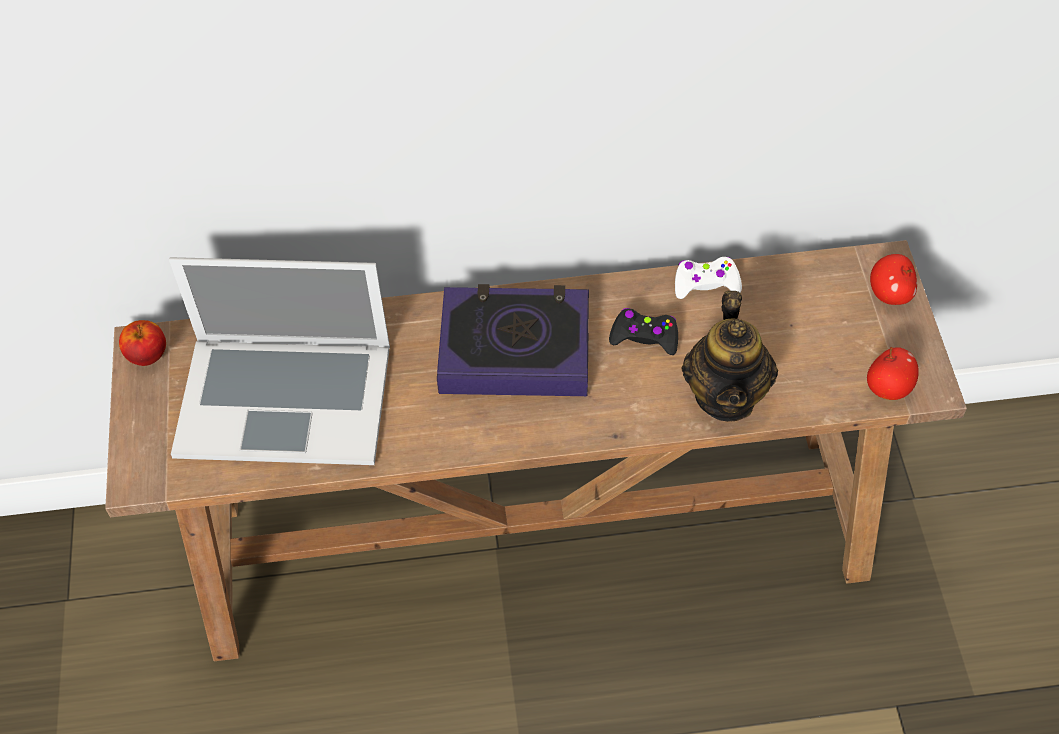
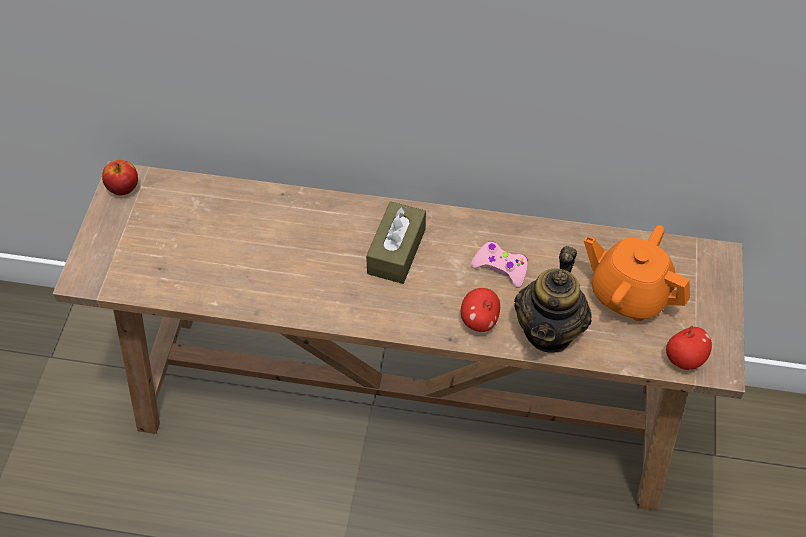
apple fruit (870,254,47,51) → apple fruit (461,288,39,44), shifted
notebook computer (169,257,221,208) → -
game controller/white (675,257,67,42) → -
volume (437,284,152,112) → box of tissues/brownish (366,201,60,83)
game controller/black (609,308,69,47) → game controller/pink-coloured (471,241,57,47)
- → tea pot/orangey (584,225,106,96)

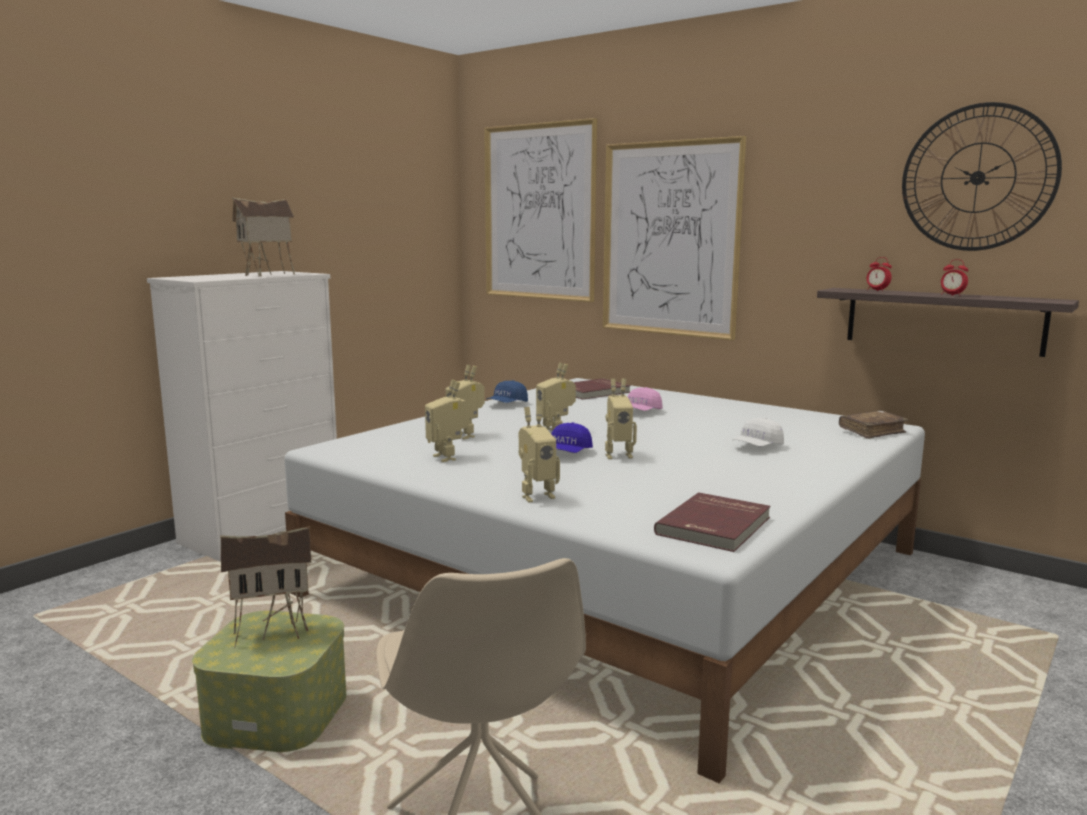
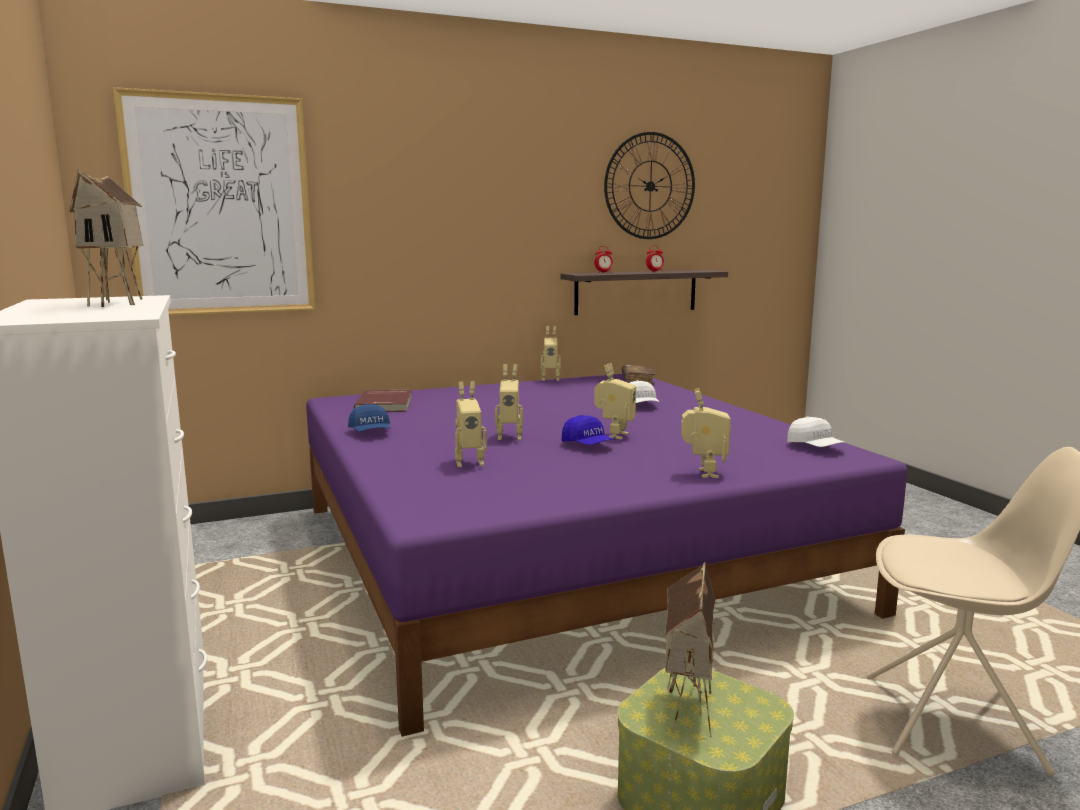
picture (603,136,143,204) → -
sleeping bed/white (285,378,640,405) → sleeping bed/purple-coloured (306,374,601,363)
model robot (425,380,45,82) → model robot (541,326,20,55), shifted
peaked cap/pink-coloured (628,387,34,24) → -
volume/red-coloured (654,492,117,60) → peaked cap/white (787,416,59,31)

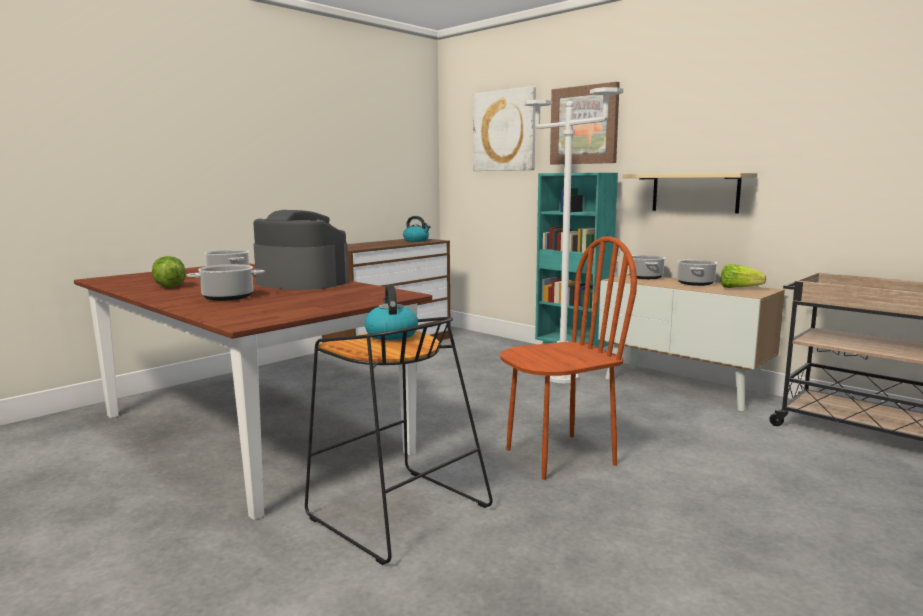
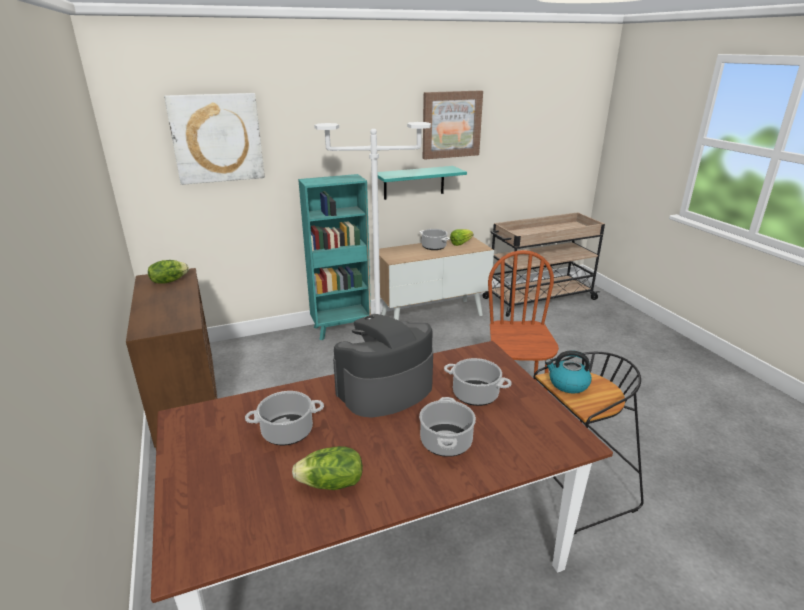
picture (550,82,70,83) → picture (423,90,60,70), shifted
shelf/beige-coloured (623,173,134,40) → shelf/blue-green (378,166,89,34)
kettle (403,216,28,26) → head of lettuce (148,260,41,24)
saucepot (629,255,36,24) → saucepot (444,358,68,48), shifted

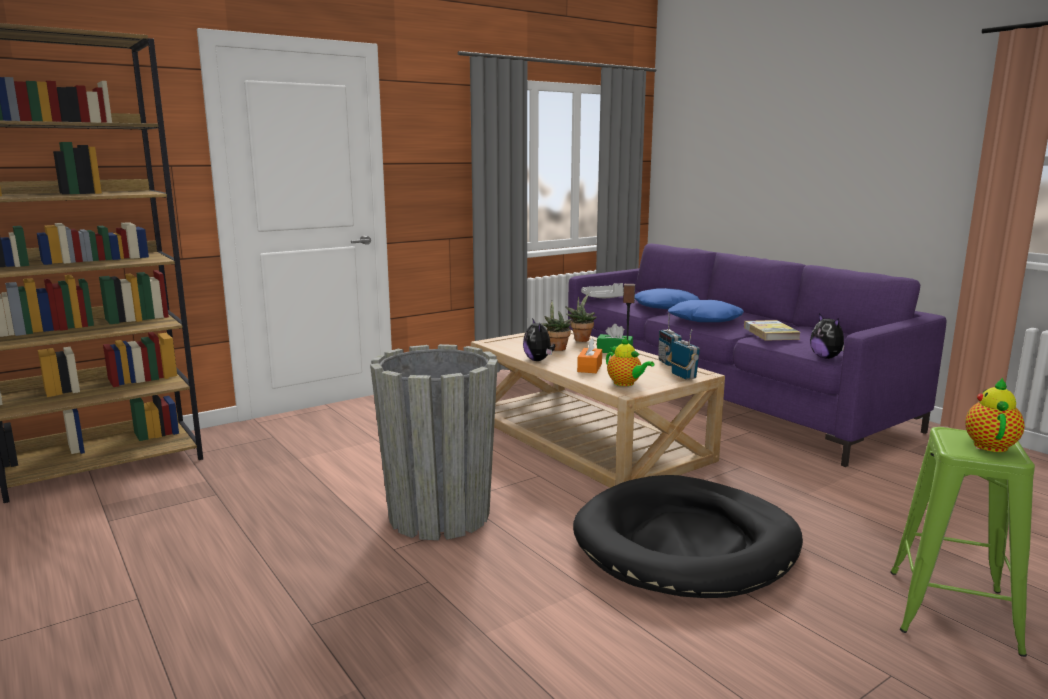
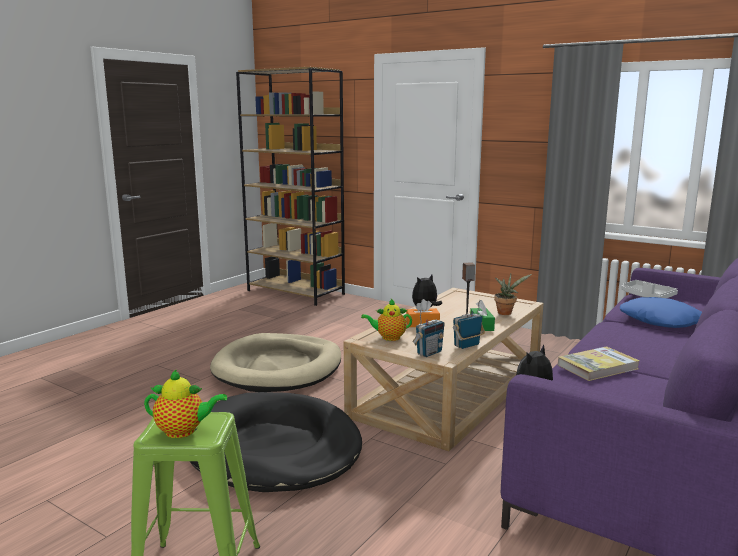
cushion/blue (668,300,76,22) → -
plant in a pot (541,301,31,50) → -
tea pot (606,338,48,48) → tea pot (361,299,51,42), 60 degrees clockwise
plant pot/gray (370,344,128,196) → pet bed/beige-coloured (210,333,131,59)

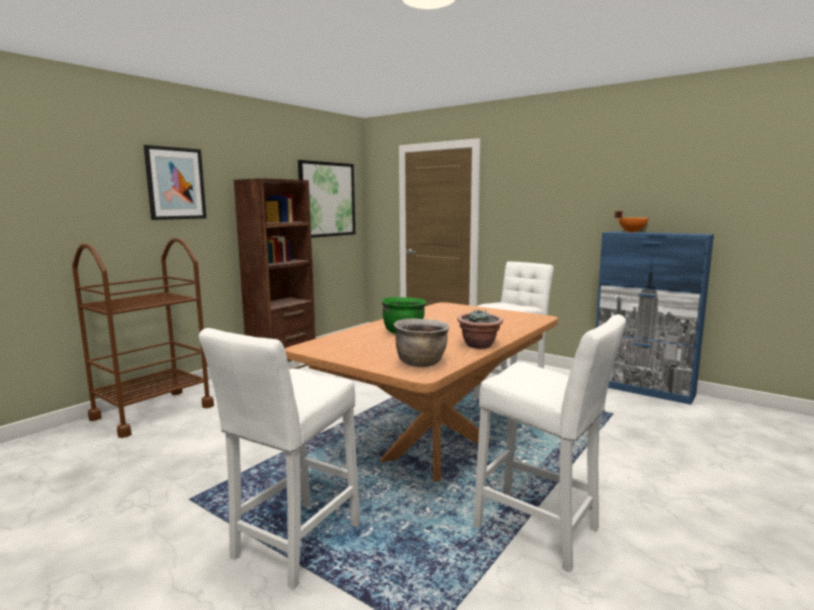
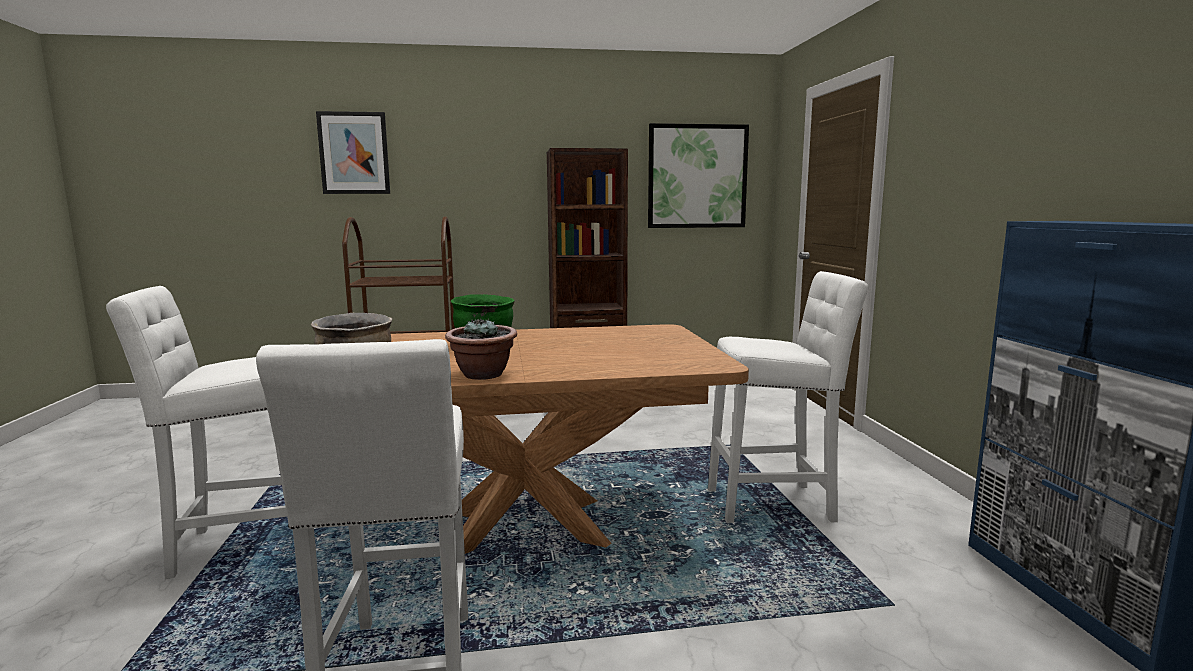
picture (144,145,63,75) → picture (316,111,74,83), shifted
saucepot/orangey (614,211,35,22) → -

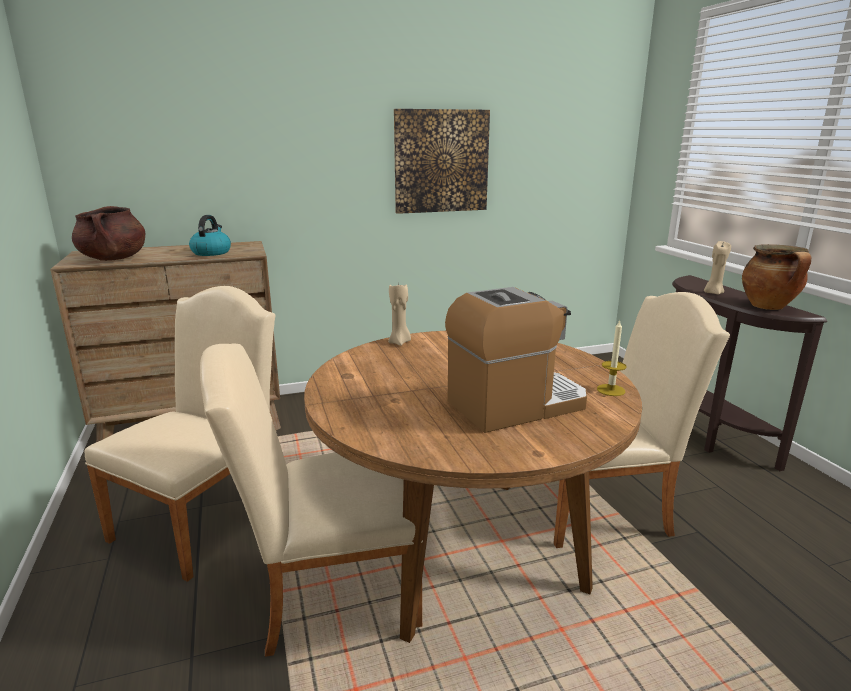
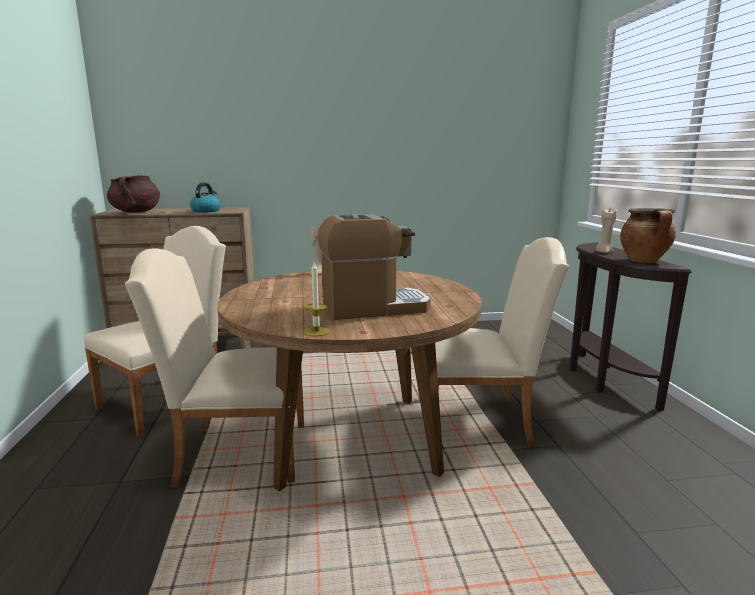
picture (394,109,96,105) → -
wax light (597,319,30,77) → wax light (303,262,27,74), shifted

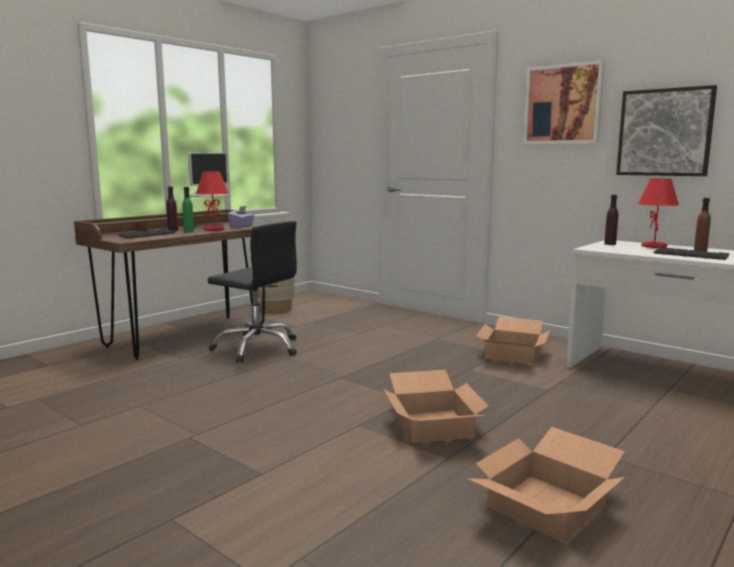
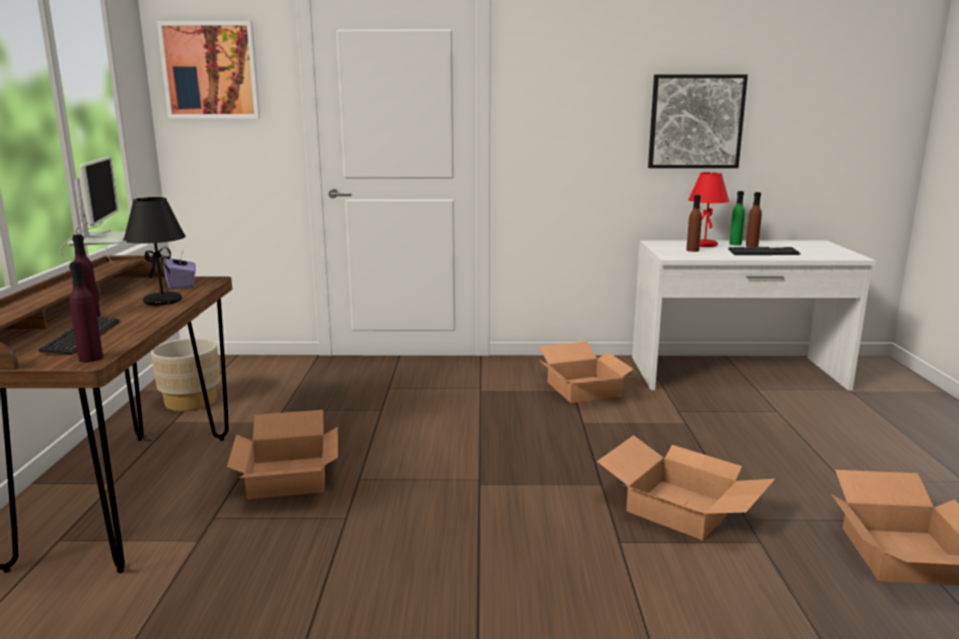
picture (523,60,82,85) → picture (157,21,103,97), shifted
lamp for a table/red-coloured (196,171,33,60) → lamp for a table/black (123,197,63,108)
beverage bottle/green (182,187,12,45) → beverage bottle/green (729,191,16,55), shifted
beverage bottle/purple-coloured (604,195,14,50) → beverage bottle/purple-coloured (69,261,34,101), shifted
computer chair/black (208,221,89,142) → packing box (227,410,111,89)
- → beverage bottle/brownish (686,195,16,57)

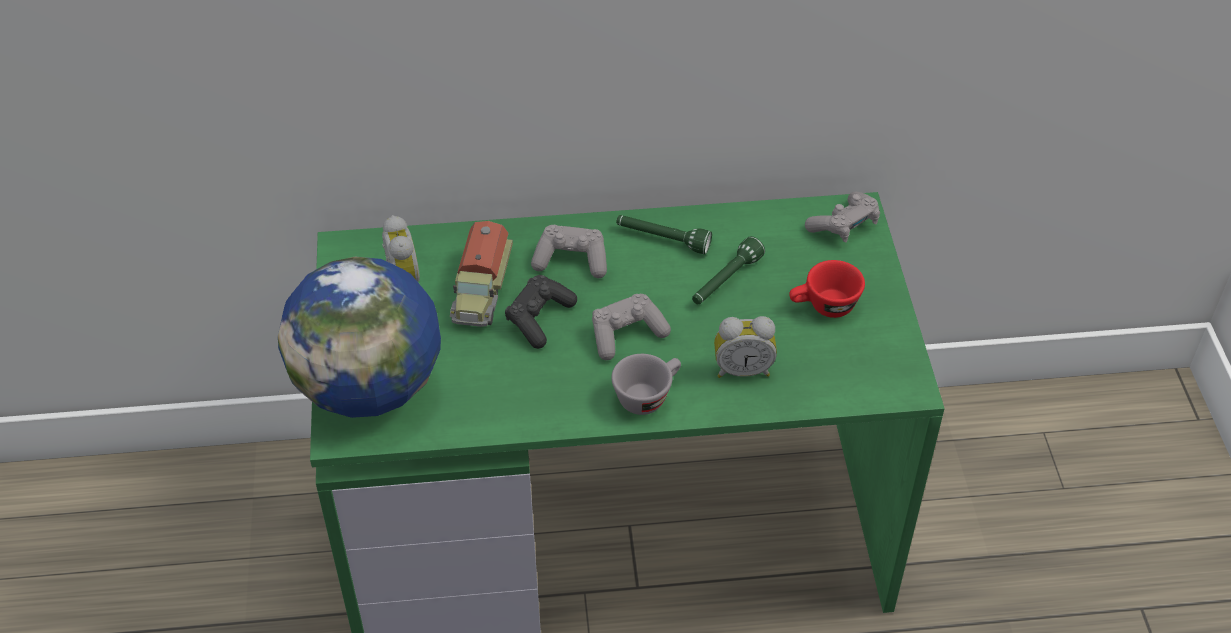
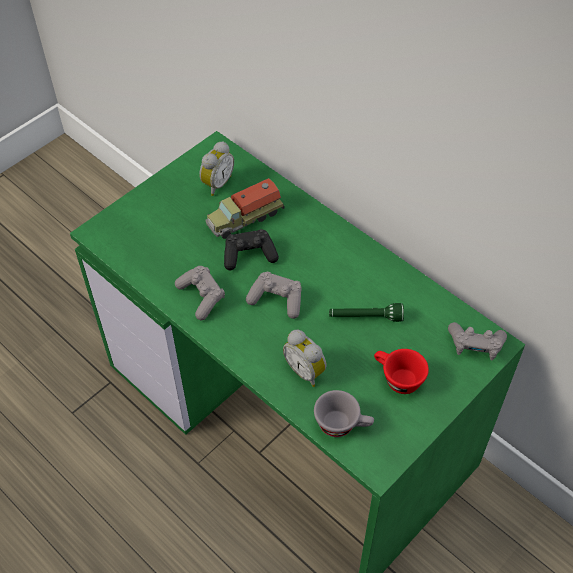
torch/green (616,215,96,39) → -
game controller/gray (531,225,76,53) → game controller/gray (175,266,50,54), shifted
desk globe (278,257,163,161) → -
cup/gray (611,354,70,61) → cup/gray (314,390,60,47), shifted

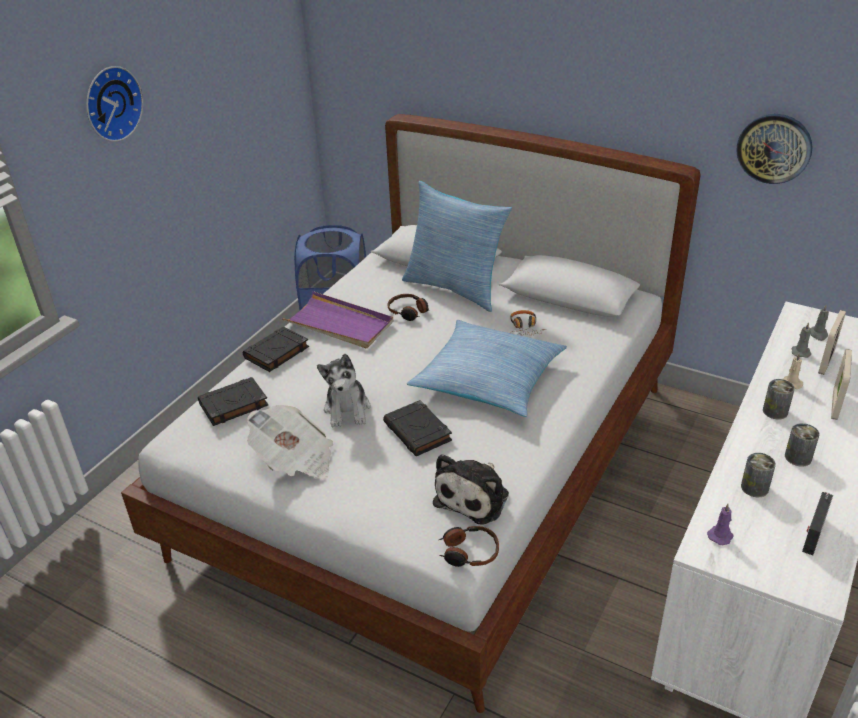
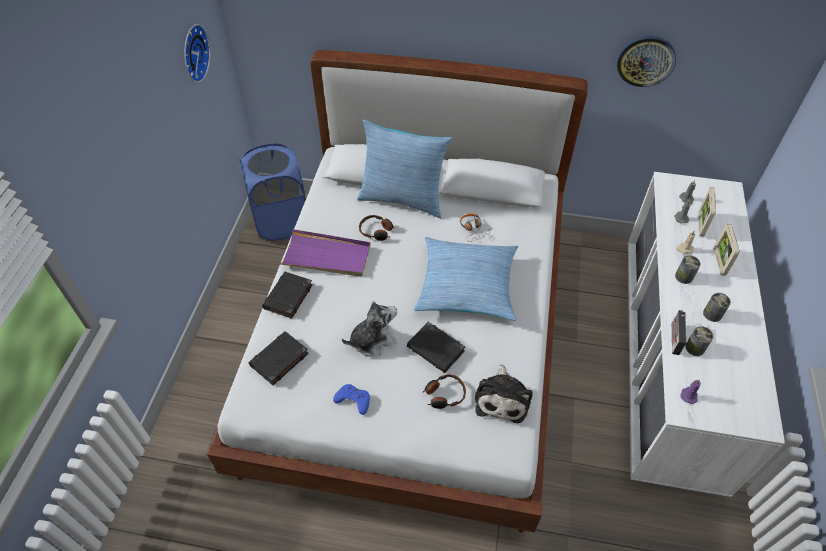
wall clock (86,66,57,76) → wall clock (184,24,26,59), shifted
cuddly toy (317,354,54,73) → cuddly toy (342,301,55,56), 90 degrees counterclockwise
newspaper (247,405,86,74) → game controller/blue (333,384,37,31)
radio (802,492,31,63) → radio (672,310,15,45), shifted
headset (439,526,60,41) → headset (422,374,44,35), shifted

